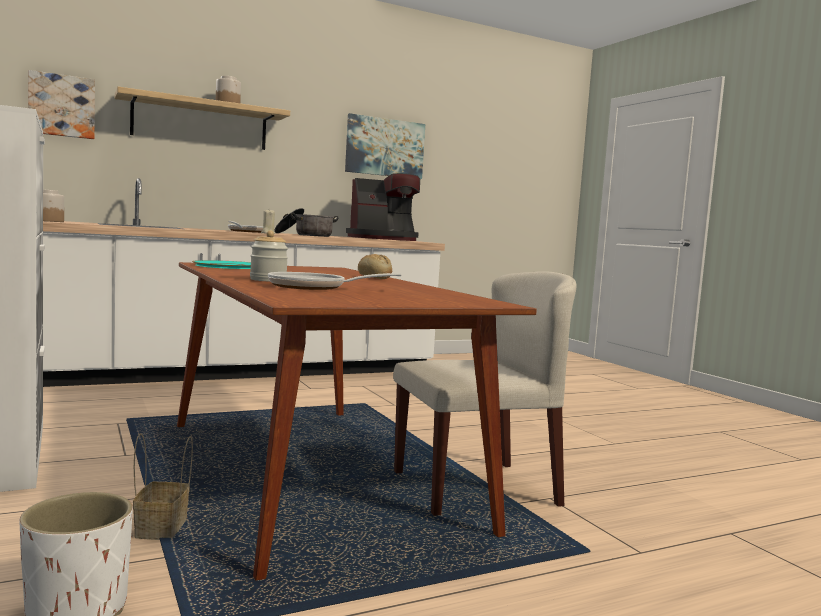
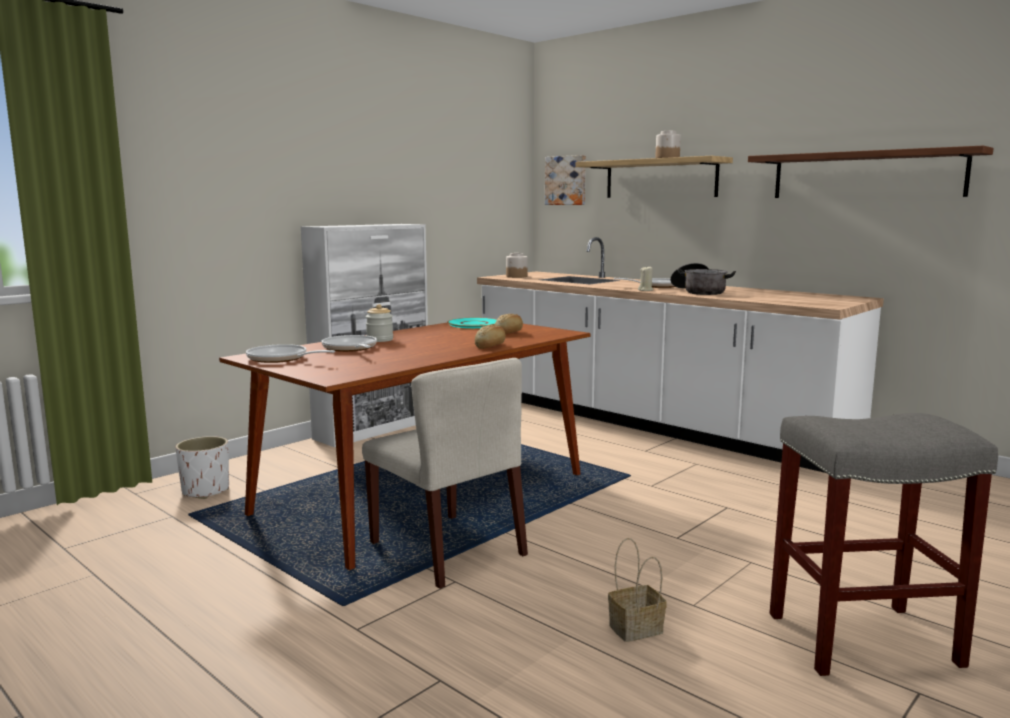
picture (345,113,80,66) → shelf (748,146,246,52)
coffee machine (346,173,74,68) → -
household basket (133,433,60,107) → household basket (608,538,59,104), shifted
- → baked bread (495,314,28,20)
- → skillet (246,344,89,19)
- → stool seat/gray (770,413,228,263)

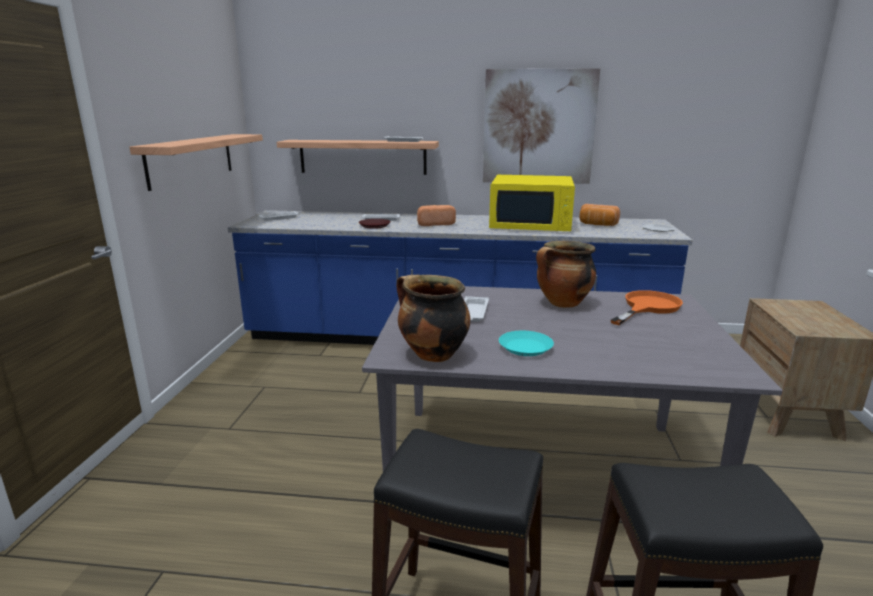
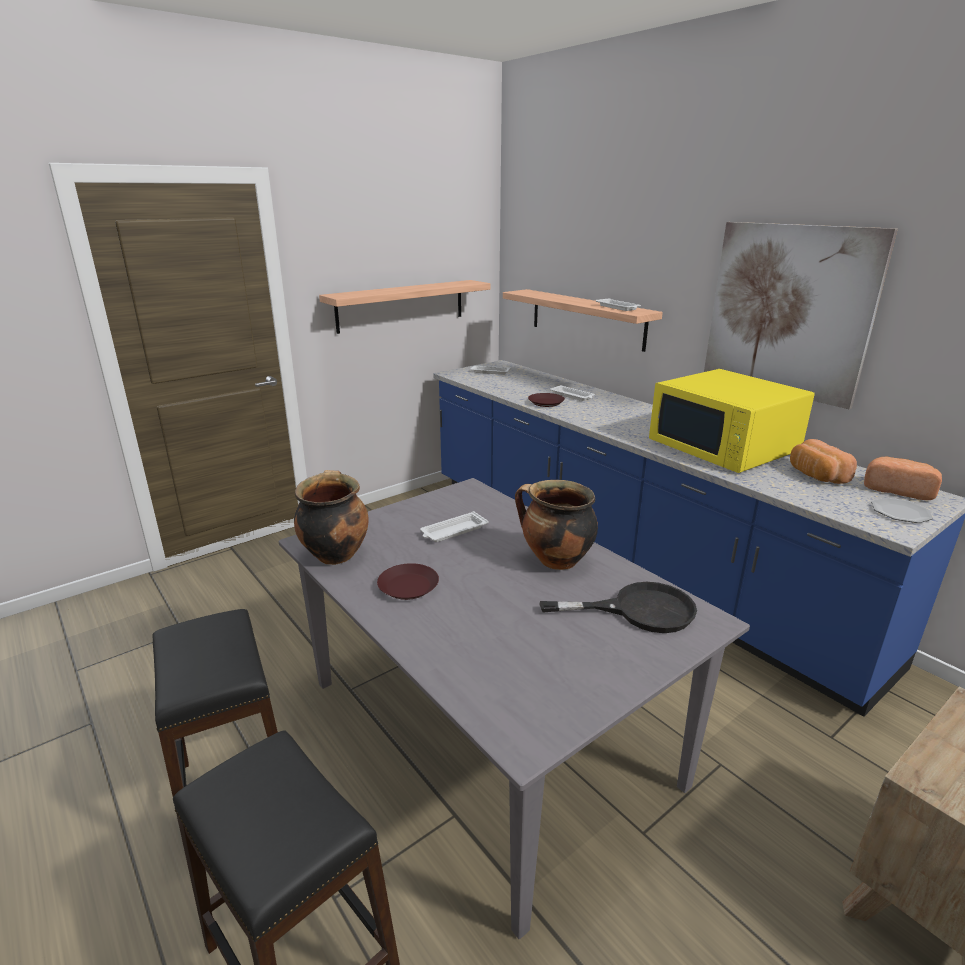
baked bread (417,205,39,21) → baked bread (864,457,78,43), shifted
skillet/orangey (611,290,72,35) → skillet/black (540,582,157,51)
flat dish/blue-green (499,331,55,25) → flat dish/brownish (377,563,62,37)

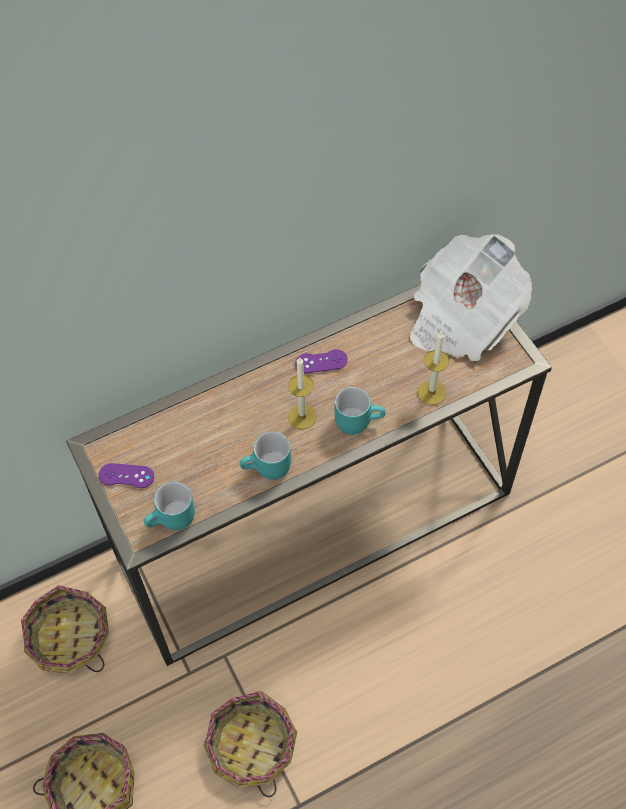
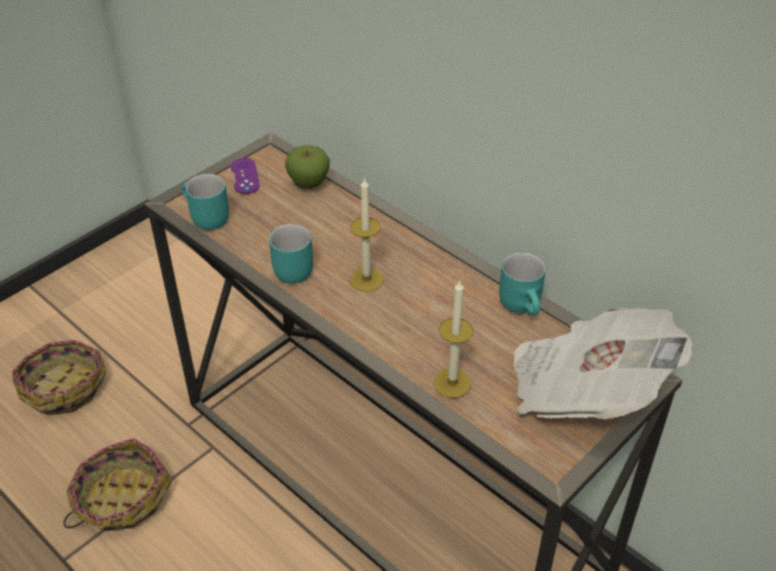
game controller/purple-coloured (295,349,53,24) → -
coffee mug/blue-green (335,387,51,48) → coffee mug/blue-green (499,252,47,64), shifted
household basket (21,585,88,89) → -
- → apple fruit (285,145,45,44)

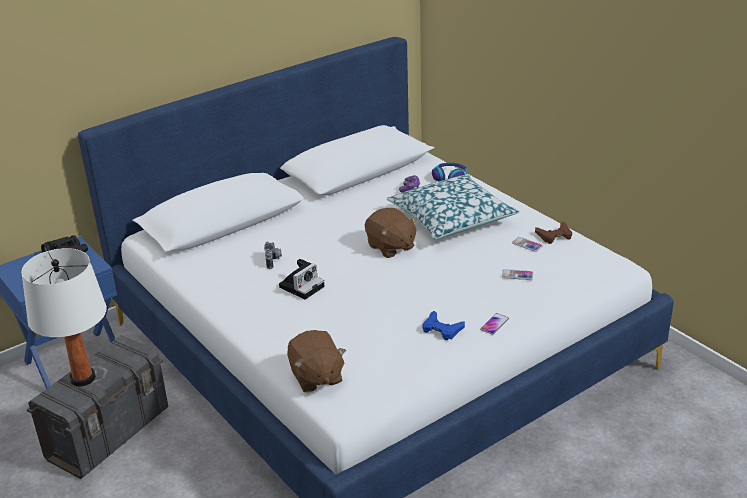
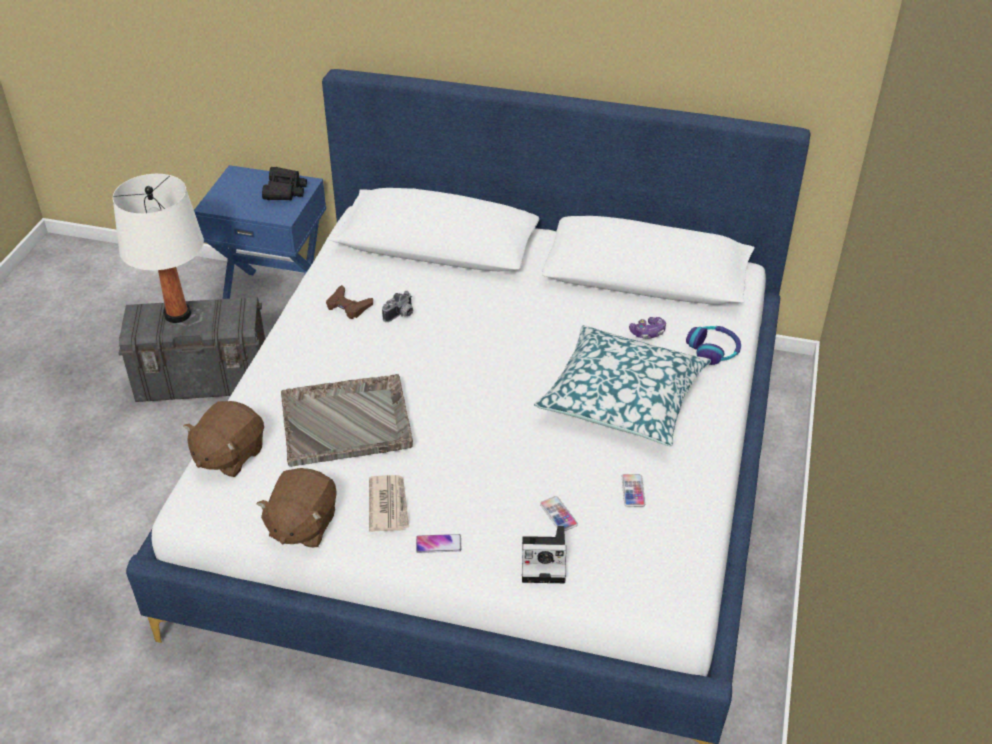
cuddly toy/brownish (365,208,52,50) → cuddly toy/brownish (256,468,81,80), shifted
game controller/brownish (535,221,37,23) → game controller/brownish (326,285,47,34), shifted
photo camera (279,259,45,41) → photo camera (522,526,45,57), shifted
game controller/blue (422,311,43,29) → newspaper (369,475,40,57)
- → serving tray/gray (281,374,132,93)

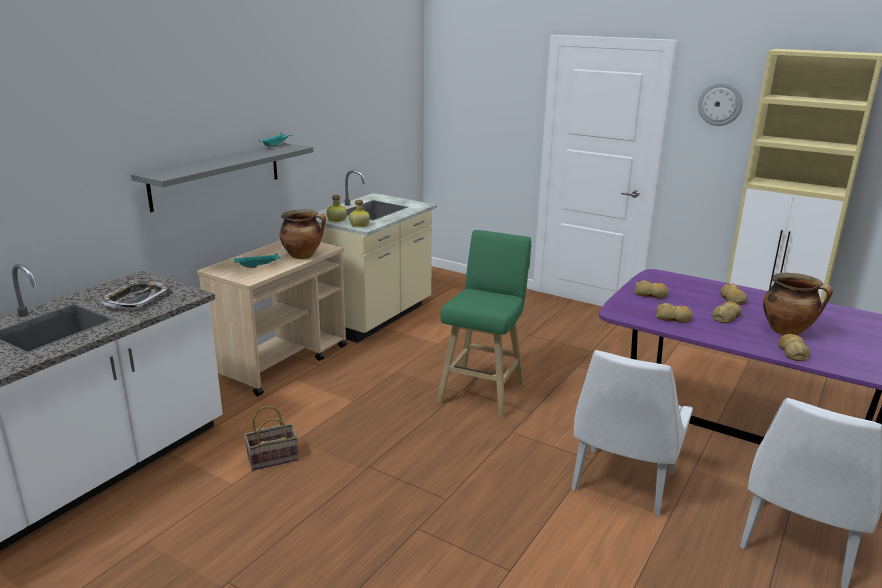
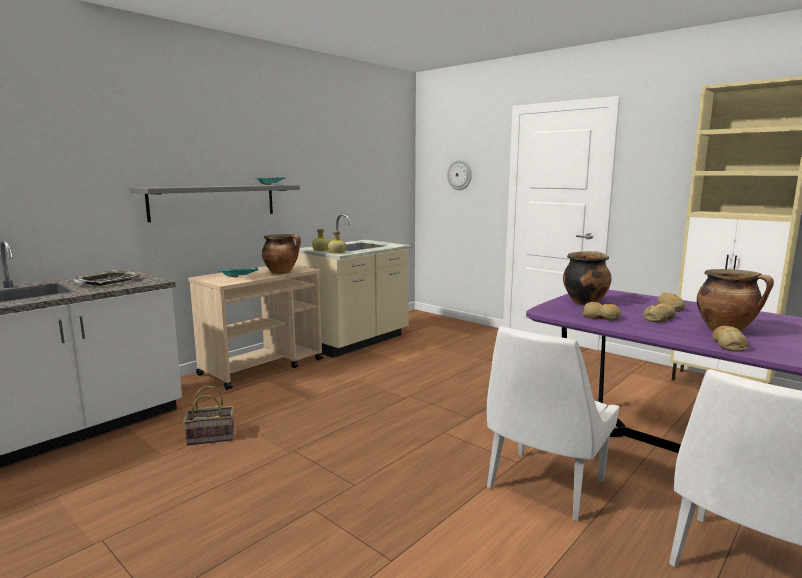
wall clock (698,82,45,44) → wall clock (447,160,25,30), shifted
stool seat/green (436,230,95,188) → -
baked bread (634,280,35,19) → saucepot (563,251,49,54)

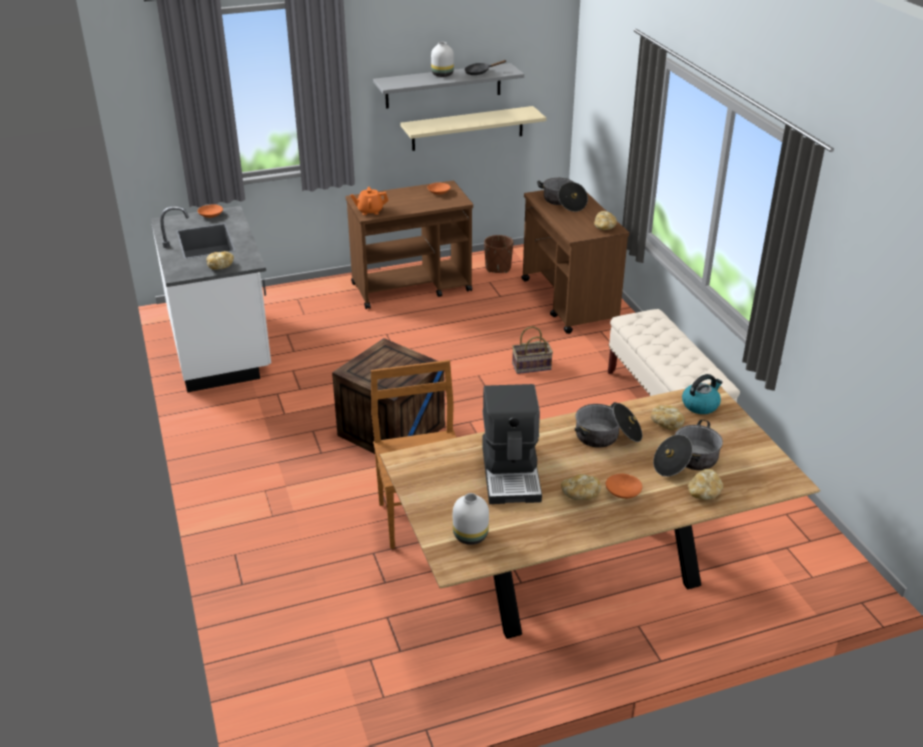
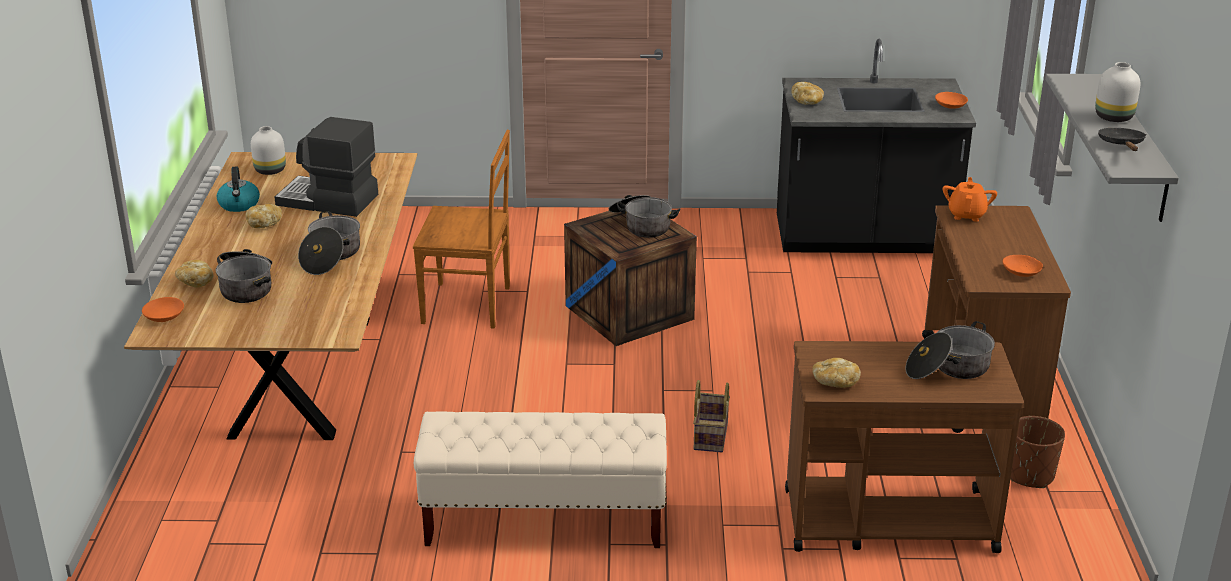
shelf/beige-coloured (400,106,146,45) → -
kitchen base unit/white (151,206,120,186) → kitchen base unit/black (777,39,199,214)
kettle (682,374,41,40) → kettle (217,166,43,46), shifted
baked bread (651,405,34,25) → -
deep dish/orangey (606,473,36,26) → deep dish/orangey (142,297,42,25), shifted
- → saucepot (609,195,72,43)

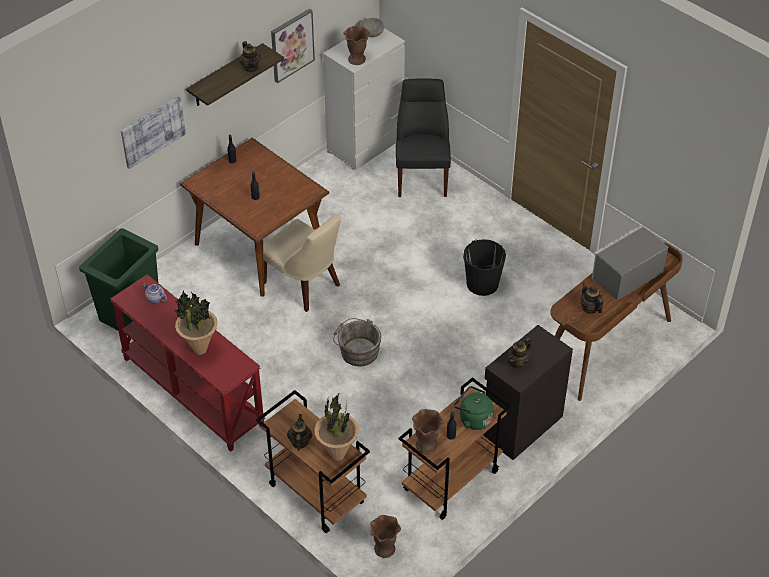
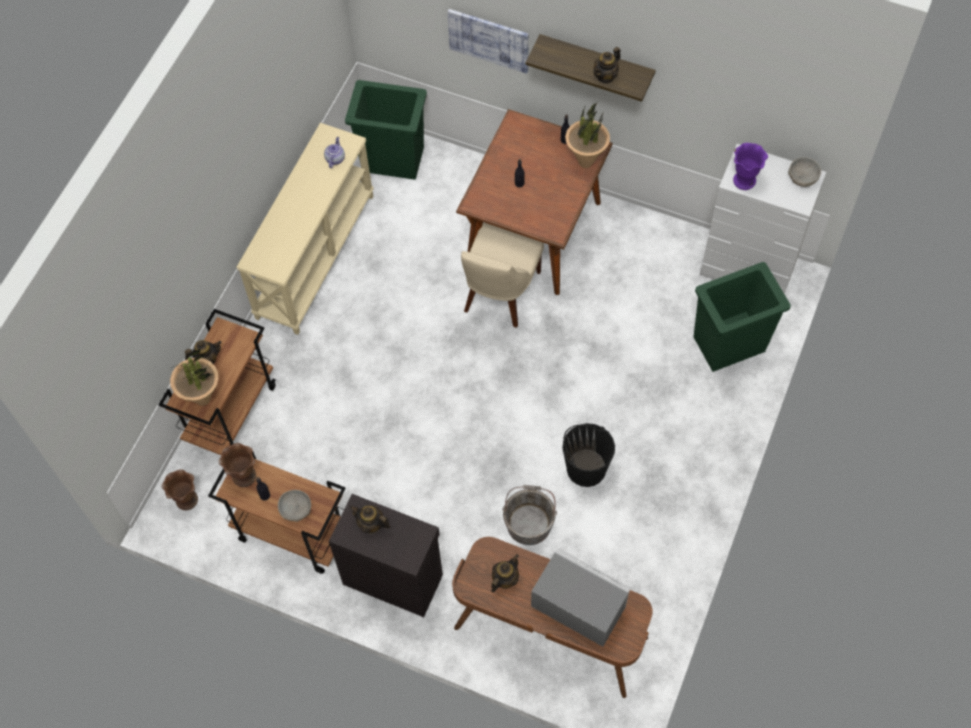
picture (271,9,44,74) → -
vase/brownish (343,26,27,39) → vase/purple-coloured (733,143,35,47)
plain chair/black (396,79,55,118) → rubbish bin/green (694,262,97,110)
narrow table/red-coloured (111,274,154,178) → narrow table/beige-coloured (236,123,138,212)
plant in a pot (175,290,43,65) → plant in a pot (565,102,45,66), shifted
water bucket/gray (333,318,48,48) → water bucket/gray (502,485,55,60), shifted
kettle/green (454,386,39,44) → deep dish/gray (278,490,33,32)

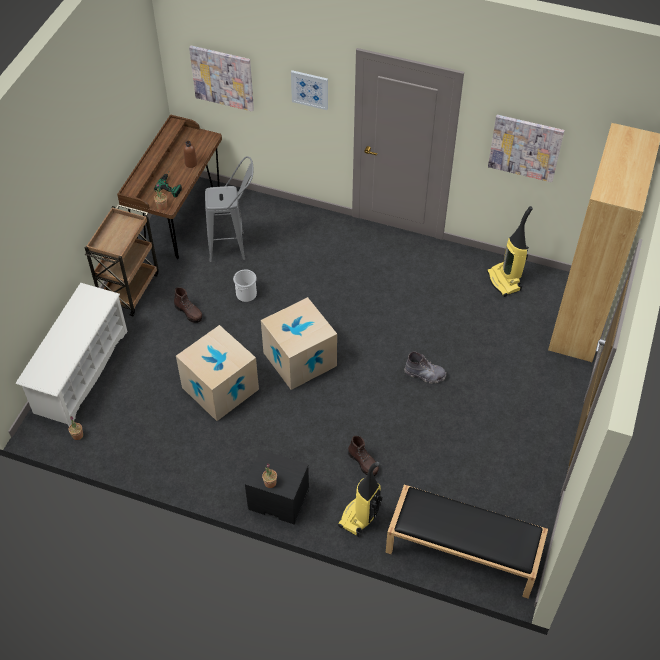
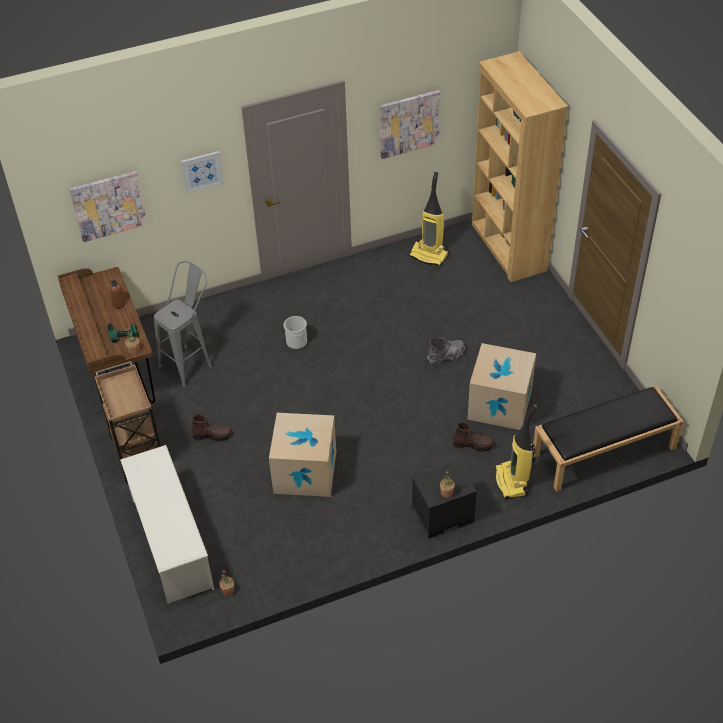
water bucket (233,269,24,33) → water bucket (283,316,24,33), shifted
packing box (261,297,76,93) → packing box (467,343,69,87), shifted

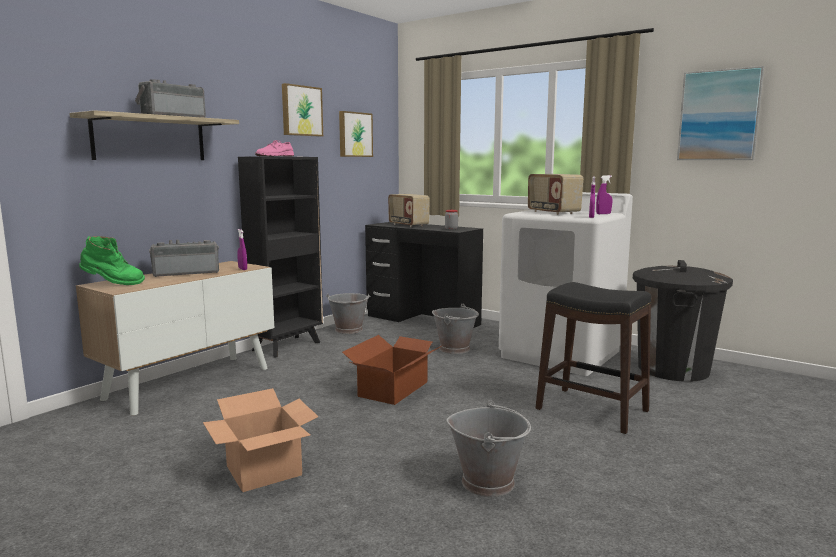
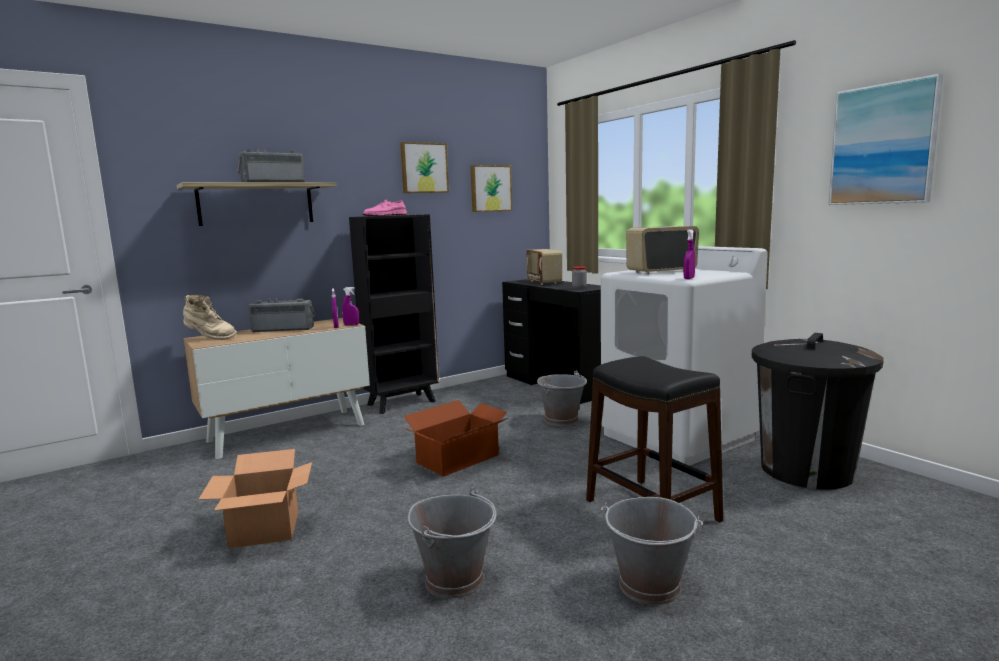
radio (528,174,55,41) → radio (626,226,73,49), 75 degrees clockwise
spray bottle/purple-coloured (596,175,16,39) → spray bottle/purple-coloured (342,287,17,38), shifted
boot/green (79,236,66,49) → boot/beige-coloured (183,295,54,45)
water bucket/gray (326,293,44,41) → water bucket/gray (601,497,102,108), shifted

